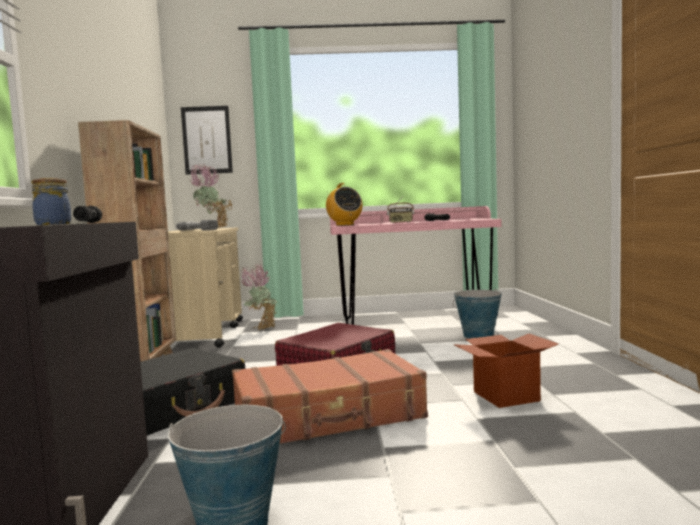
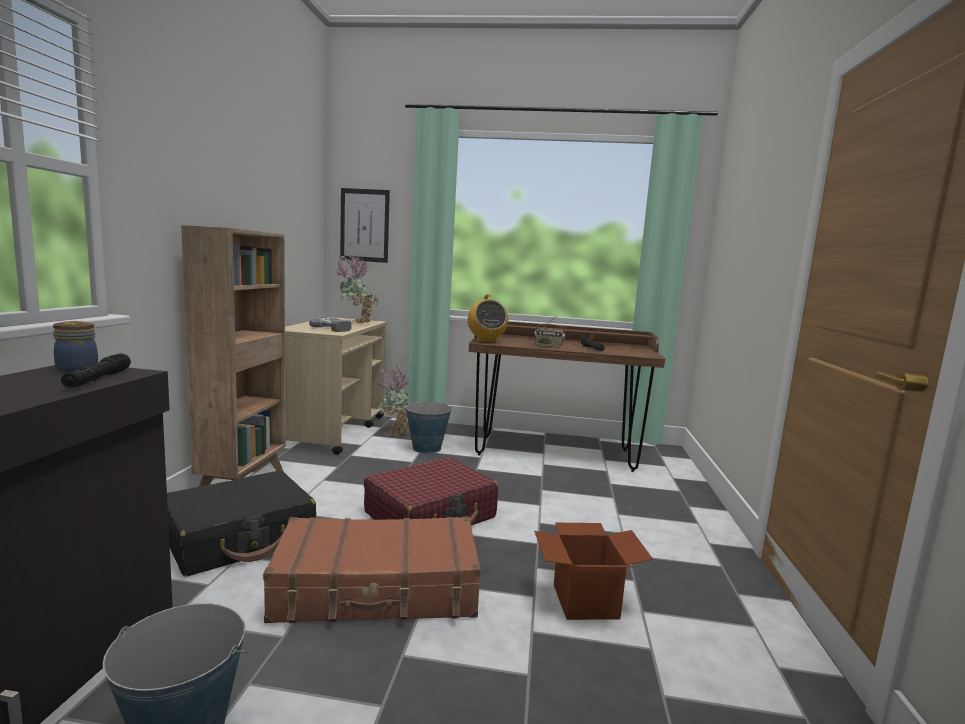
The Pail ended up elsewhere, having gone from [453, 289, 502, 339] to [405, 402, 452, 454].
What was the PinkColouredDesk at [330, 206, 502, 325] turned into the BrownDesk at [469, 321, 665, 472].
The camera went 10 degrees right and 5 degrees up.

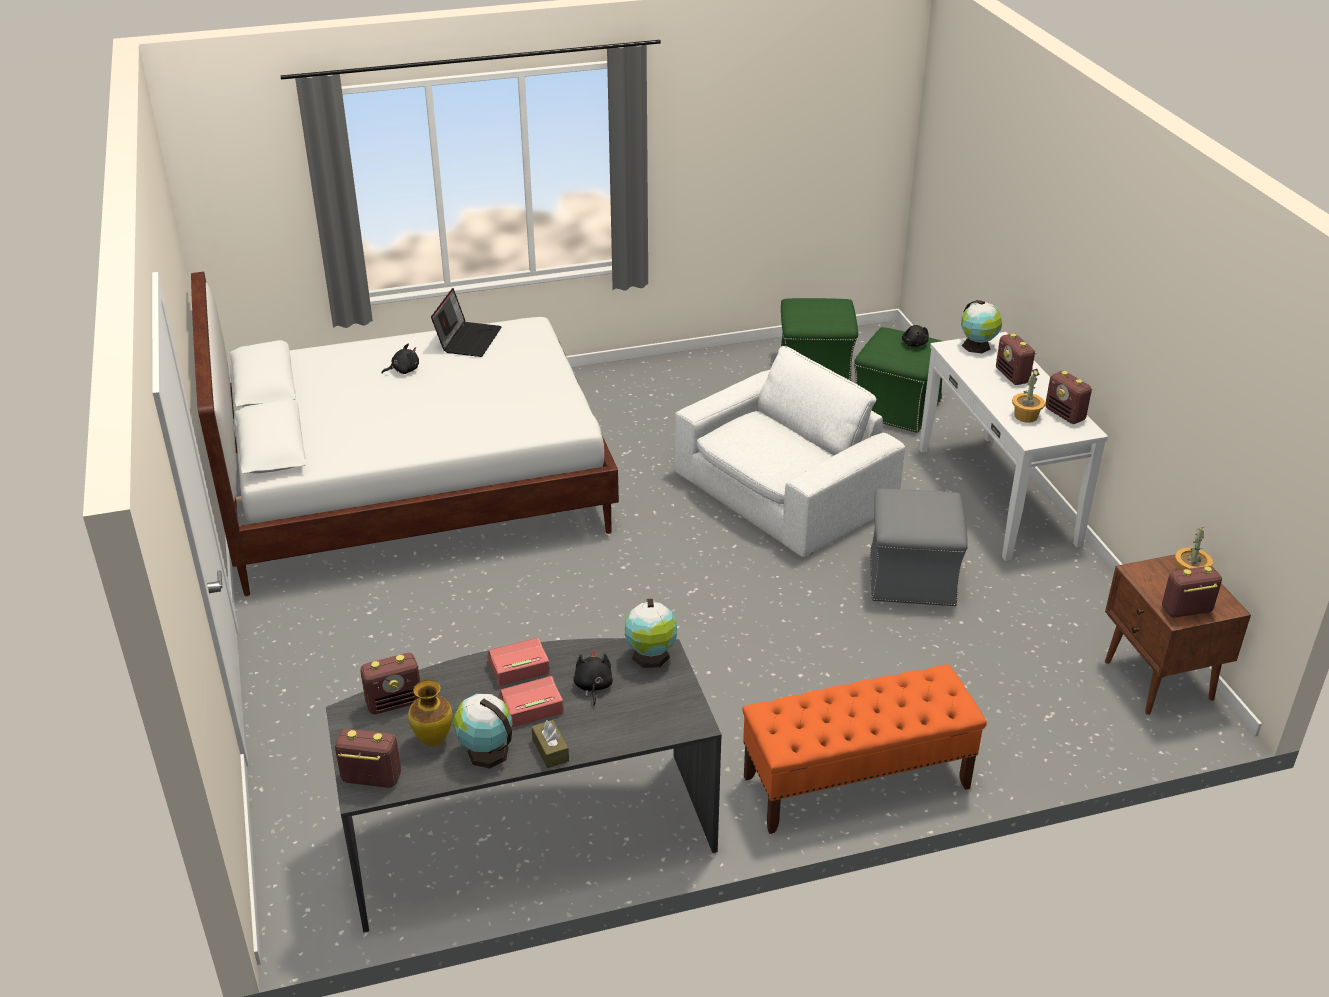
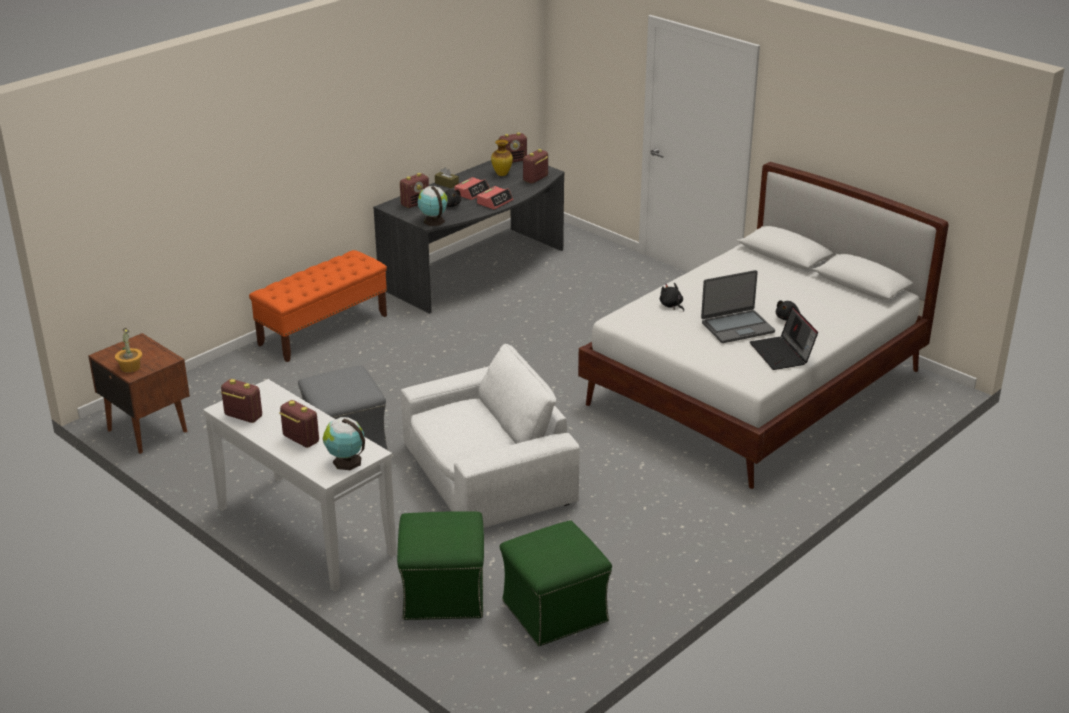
The RadioSet ended up elsewhere, having gone from [1162, 566, 1222, 618] to [400, 173, 429, 208].
The WhitishLoungeChair at [675, 346, 905, 557] ended up facing another way, 135 degrees counterclockwise from before.
The BlackishCuddlyToy ended up elsewhere, having gone from [902, 325, 929, 347] to [660, 283, 684, 312].
The second view gained the Laptop at [701, 270, 775, 343].
The second view lost the WorldGlobe at [453, 694, 513, 768].
The second view lost the PlantInAPot at [1012, 369, 1045, 423].
The camera went 150 degrees right and 5 degrees down.

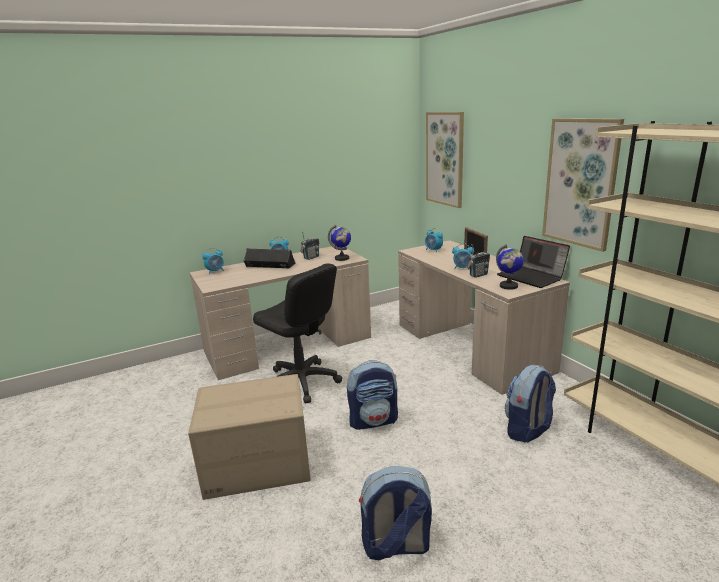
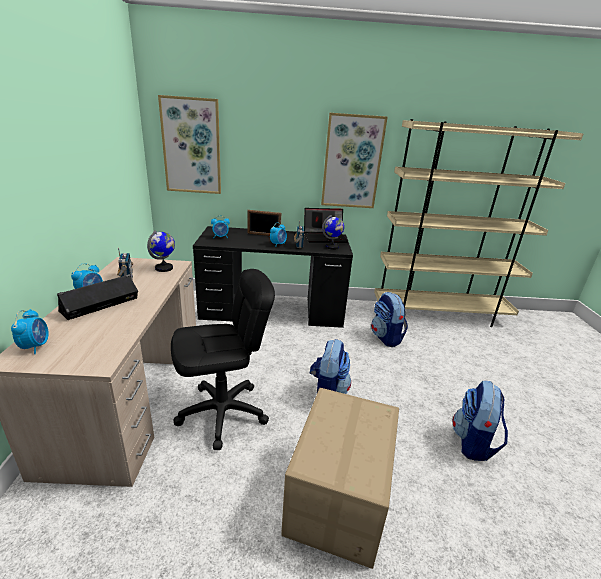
What was the BeigeDesk at [398, 240, 570, 395] turned into the BlackishDesk at [193, 226, 353, 328].
The camera went 65 degrees left and 5 degrees up.

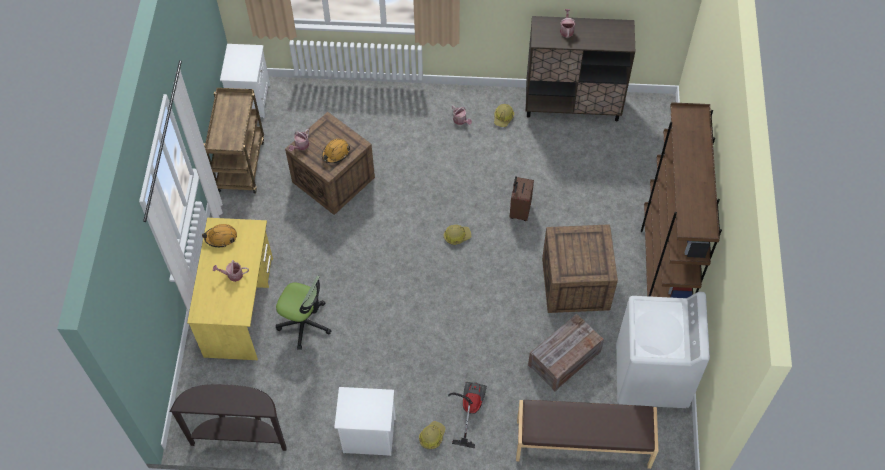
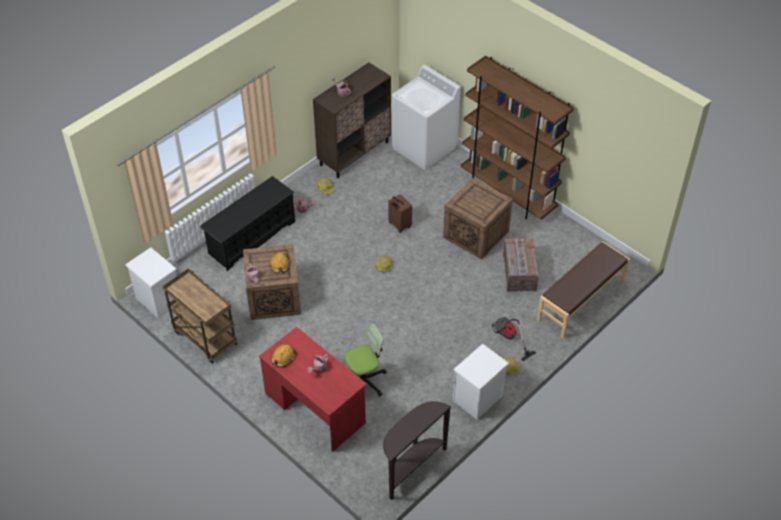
The second view gained the BlackishShoeRack at [200, 176, 295, 271].
What was the YellowishDesk at [187, 218, 273, 360] turned into the RedDesk at [259, 327, 367, 452].
The WhitishLaundryMachine ended up elsewhere, having gone from [616, 292, 710, 408] to [392, 64, 461, 170].
The camera went 50 degrees left and 10 degrees down.

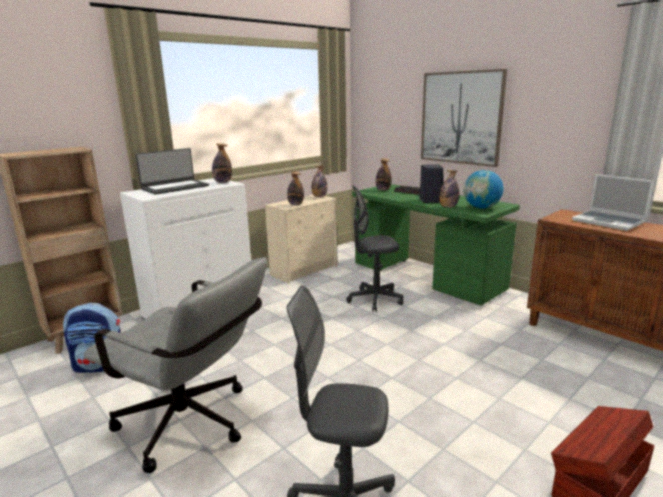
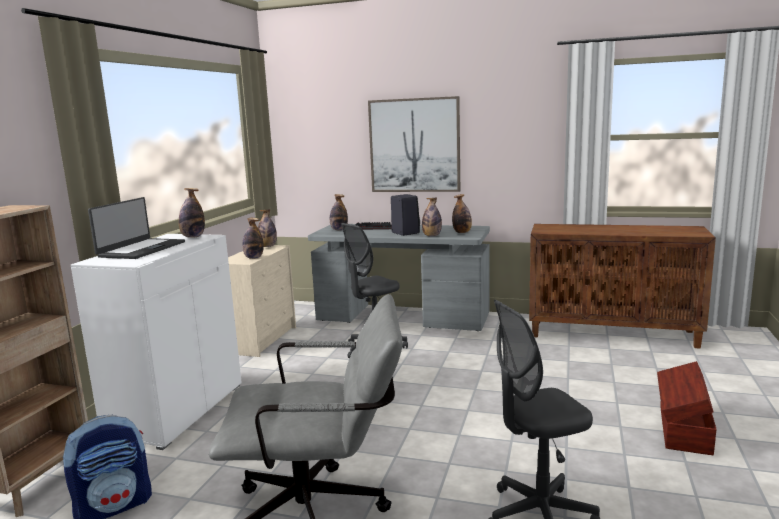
What was the GreenishDesk at [352, 184, 520, 305] turned into the GreyishDesk at [308, 224, 490, 331].
Where the WorldGlobe stood at [463, 170, 504, 208], the BeverageBottle came to stand at [452, 194, 472, 233].
The second view lost the Laptop at [572, 174, 654, 231].
The camera went 30 degrees left and 5 degrees down.

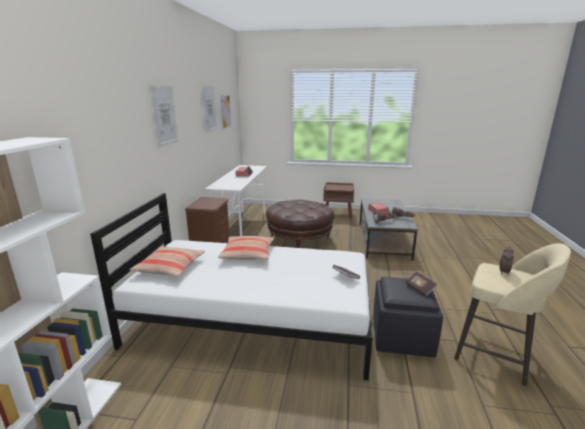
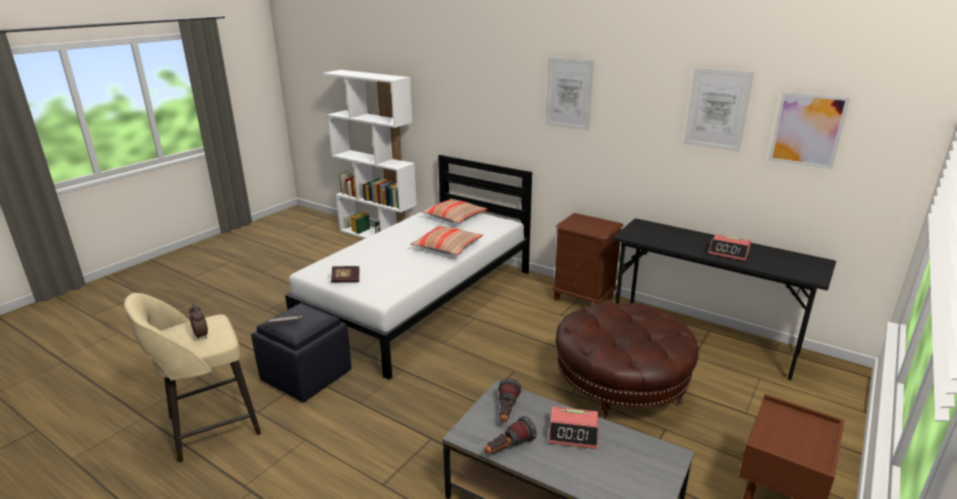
What was the WhitishDesk at [205, 165, 267, 236] turned into the BlackishDesk at [613, 218, 836, 380].
The camera went 115 degrees right and 5 degrees up.

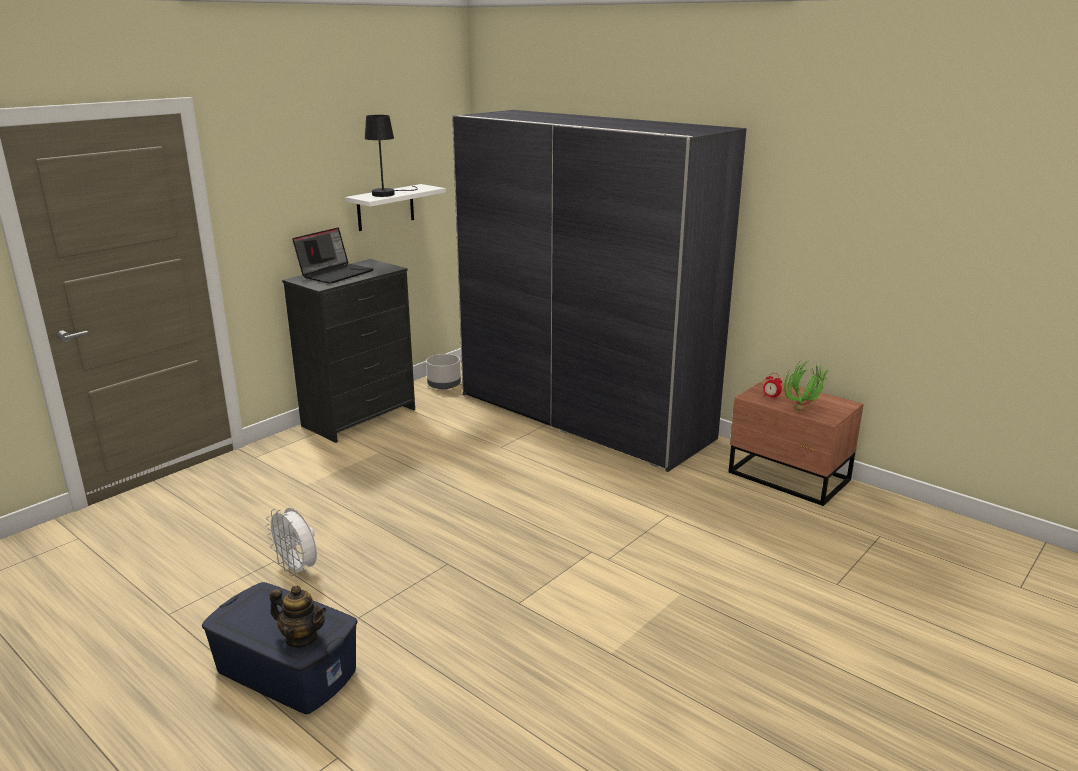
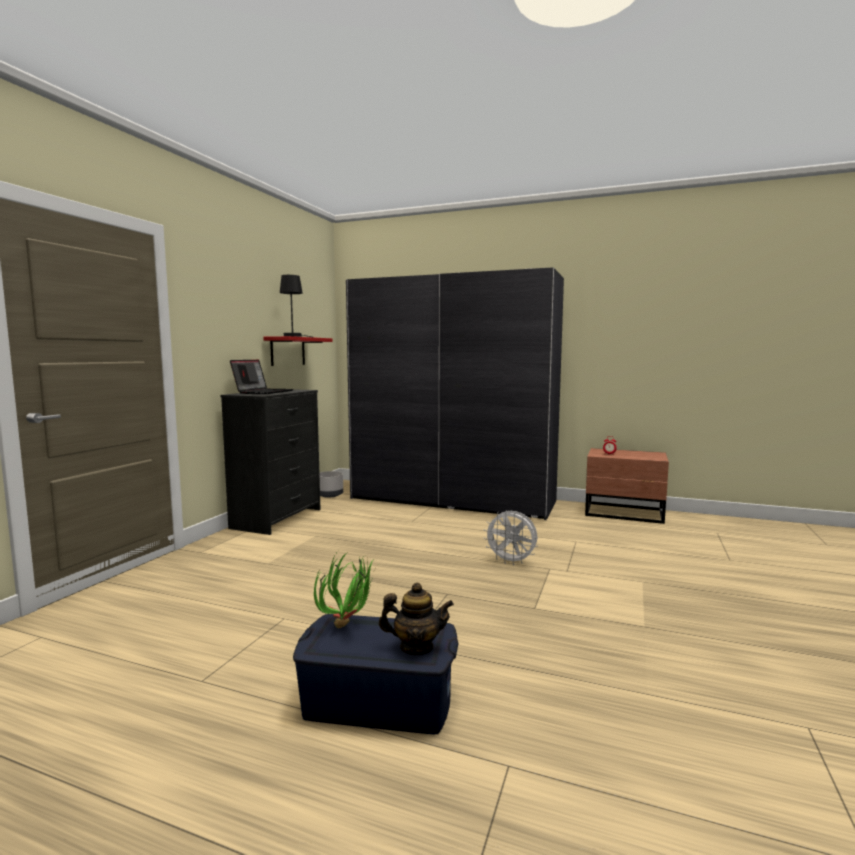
What was the WhitishShelf at [345, 184, 446, 231] turned into the RedShelf at [263, 336, 332, 366].
The PlantInAPot ended up elsewhere, having gone from [784, 357, 833, 411] to [314, 549, 373, 628].
The WhitishFan ended up elsewhere, having gone from [265, 508, 317, 578] to [483, 510, 538, 565].
The camera went 20 degrees left and 15 degrees down.

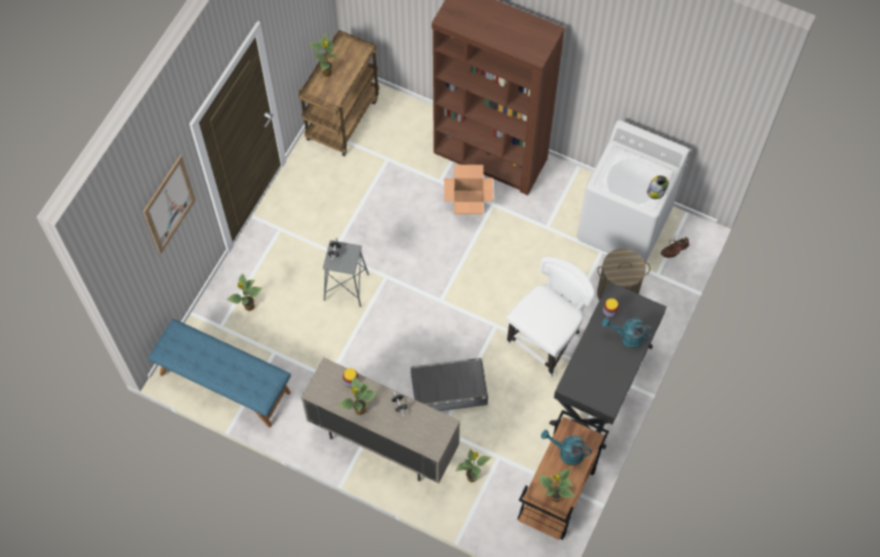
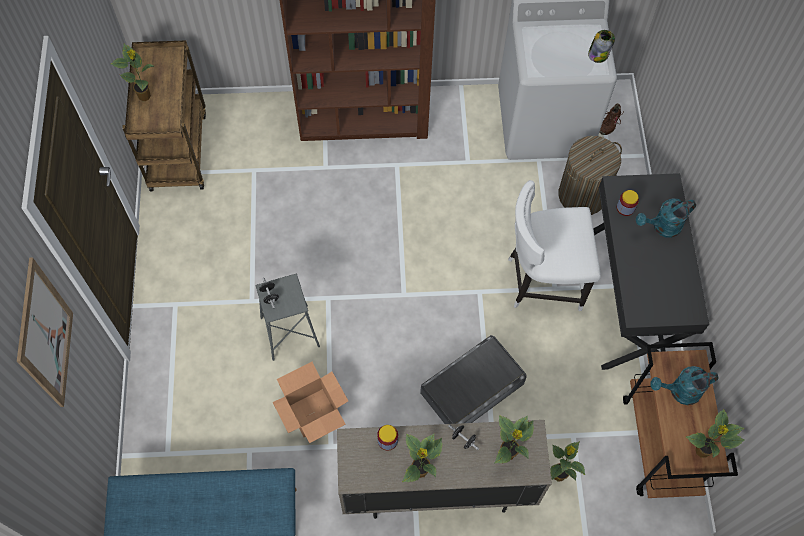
The PackingBox ended up elsewhere, having gone from [444, 165, 493, 214] to [272, 362, 348, 443].
The PlantInAPot ended up elsewhere, having gone from [226, 273, 262, 311] to [494, 415, 534, 464].
The WhitishPlainChair at [506, 257, 594, 377] ended up facing another way, 105 degrees counterclockwise from before.
The camera went 30 degrees left and 0 degrees up.

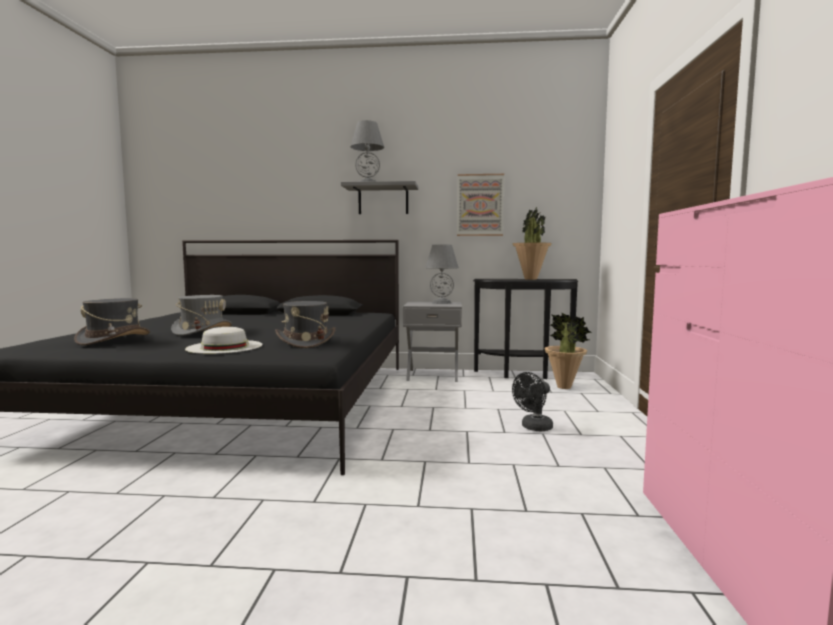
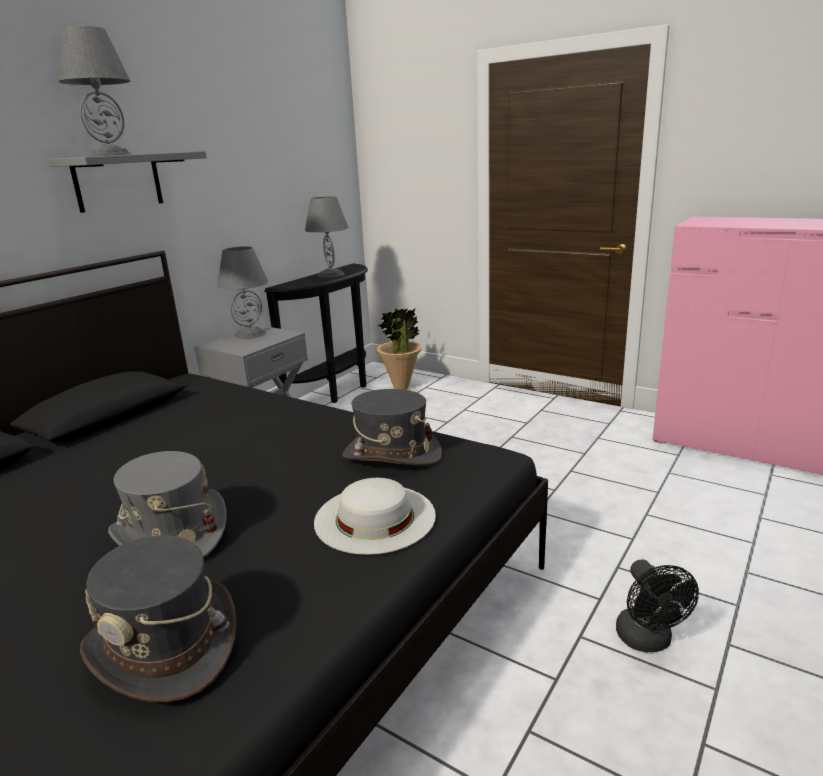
Where the PlantInAPot stood at [513, 207, 552, 280], the GreyishLampForATable came to stand at [305, 196, 349, 278].
The BlackishFan ended up elsewhere, having gone from [512, 372, 553, 431] to [616, 559, 699, 652].
The second view lost the WallPicture at [457, 174, 504, 236].
The camera went 60 degrees left and 15 degrees up.

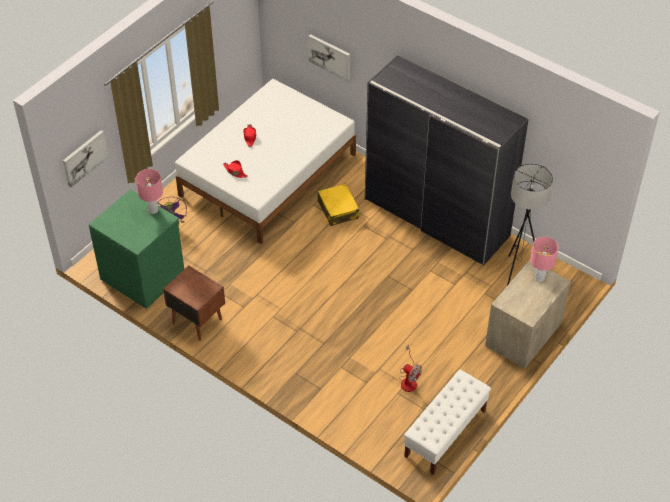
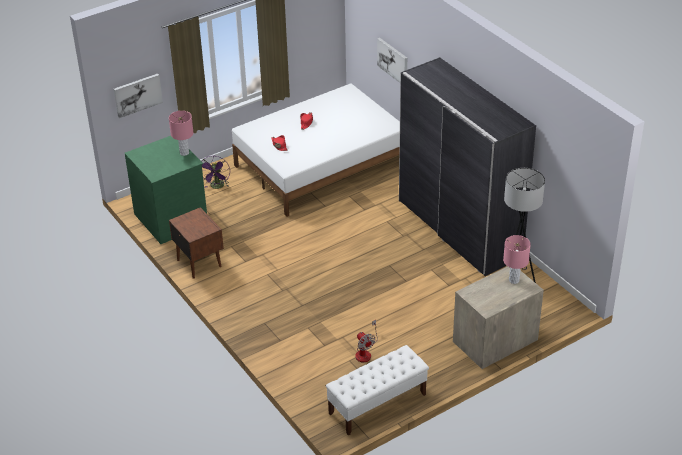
The second view lost the YellowishSuitcase at [318, 183, 359, 226].
The camera went 20 degrees right and 10 degrees down.

